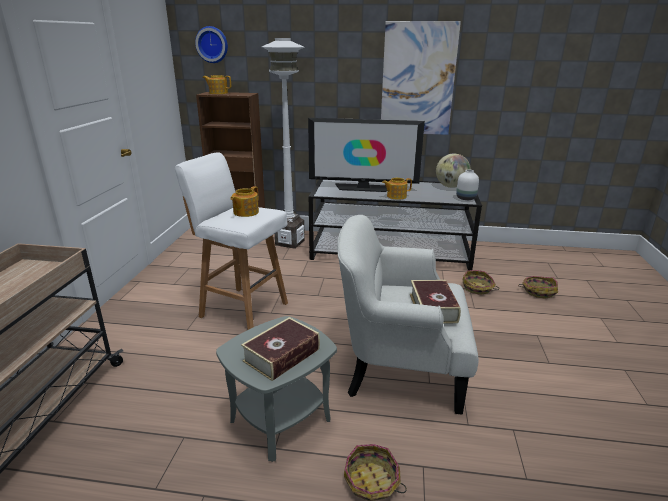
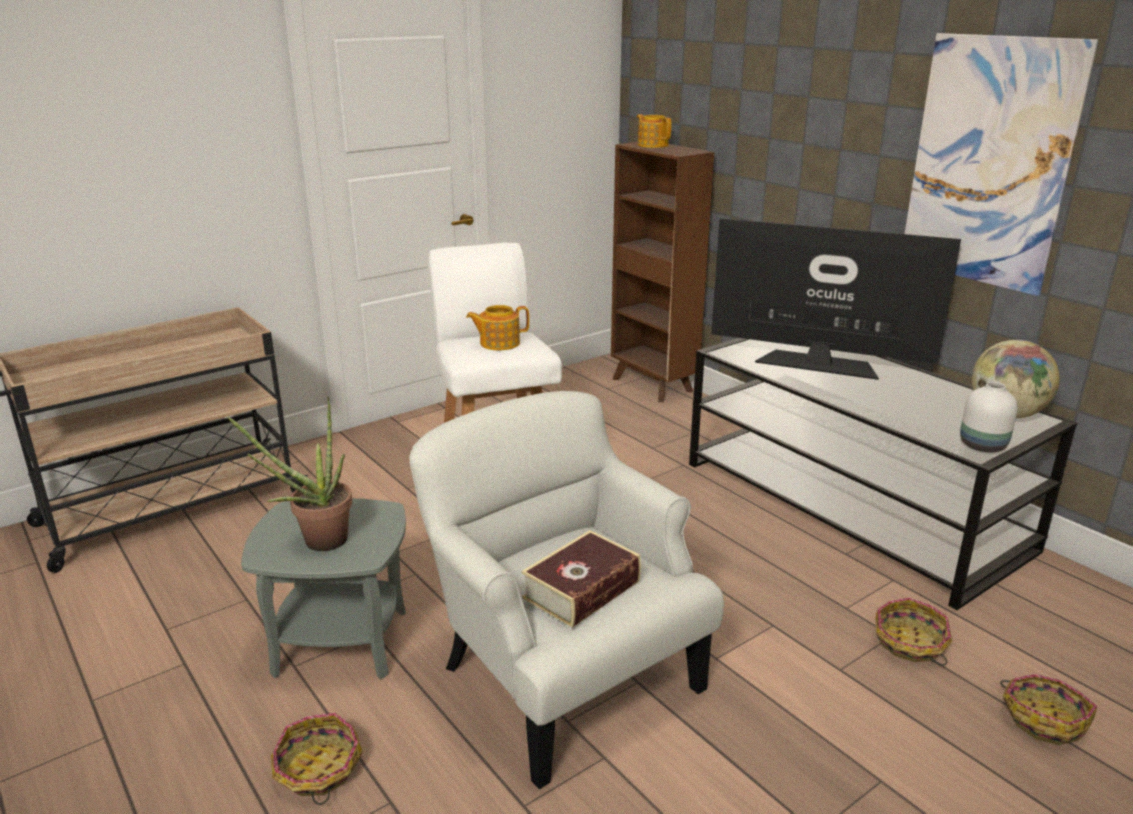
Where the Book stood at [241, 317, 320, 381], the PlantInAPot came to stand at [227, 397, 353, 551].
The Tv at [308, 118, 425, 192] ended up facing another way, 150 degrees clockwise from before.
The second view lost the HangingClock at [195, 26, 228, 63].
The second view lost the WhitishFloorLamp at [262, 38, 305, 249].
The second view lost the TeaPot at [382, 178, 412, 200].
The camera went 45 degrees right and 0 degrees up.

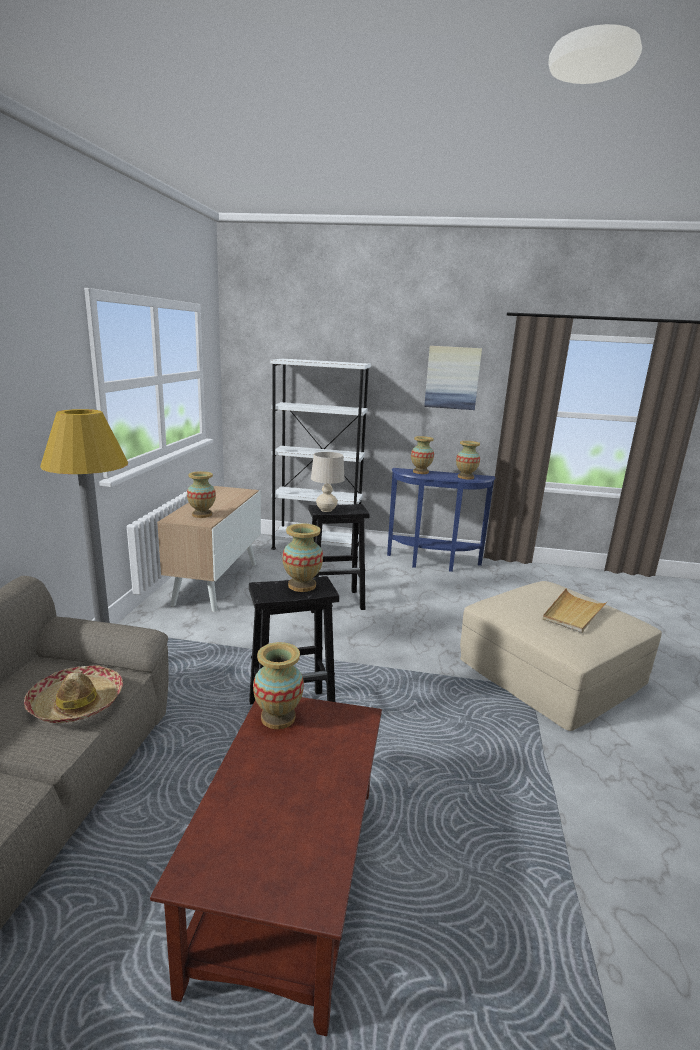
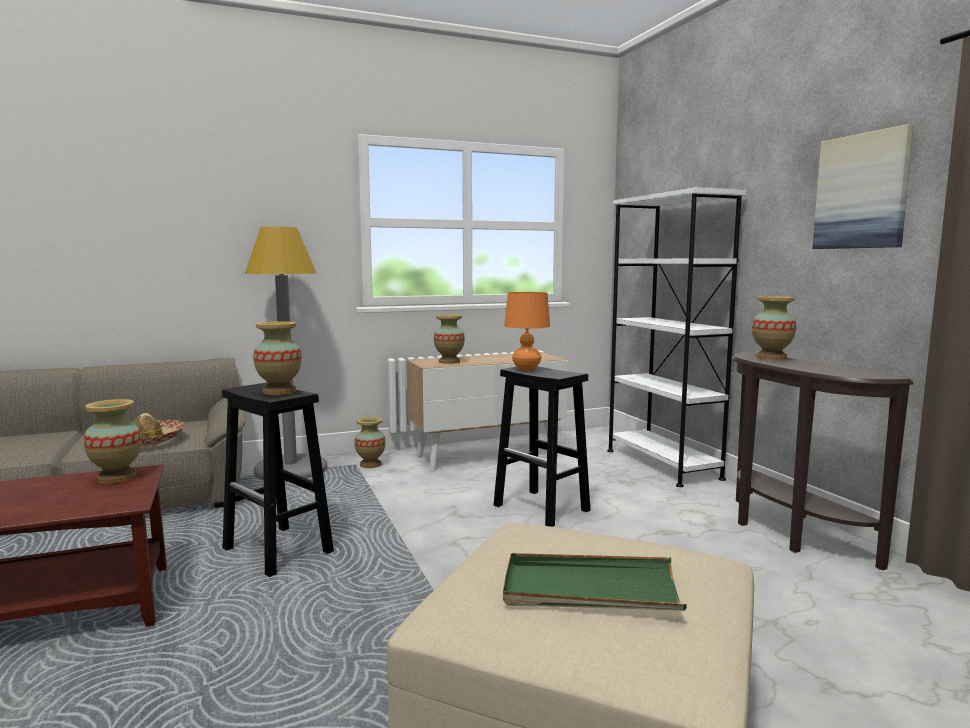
The Vase ended up elsewhere, having gone from [456, 441, 480, 480] to [354, 417, 386, 468].
What was the BeigeCarryingTray at [543, 588, 608, 633] turned into the GreenishCarryingTray at [503, 553, 687, 610].
What was the BeigeLampForATable at [311, 452, 345, 512] turned into the OrangeLampForATable at [504, 292, 550, 371].
What was the BlueColouredHallTable at [387, 468, 496, 572] turned into the BrownHallTable at [732, 351, 914, 570].
The camera went 60 degrees right and 10 degrees down.

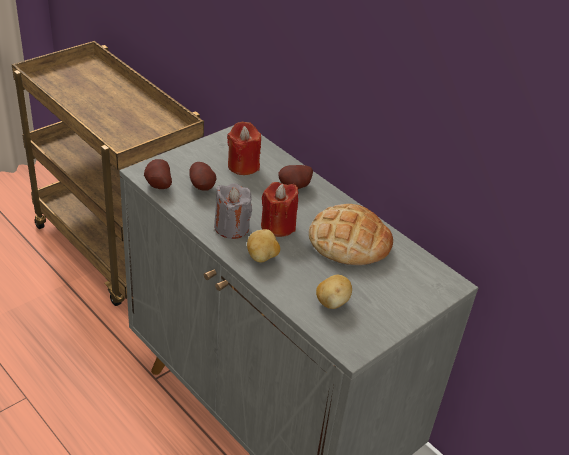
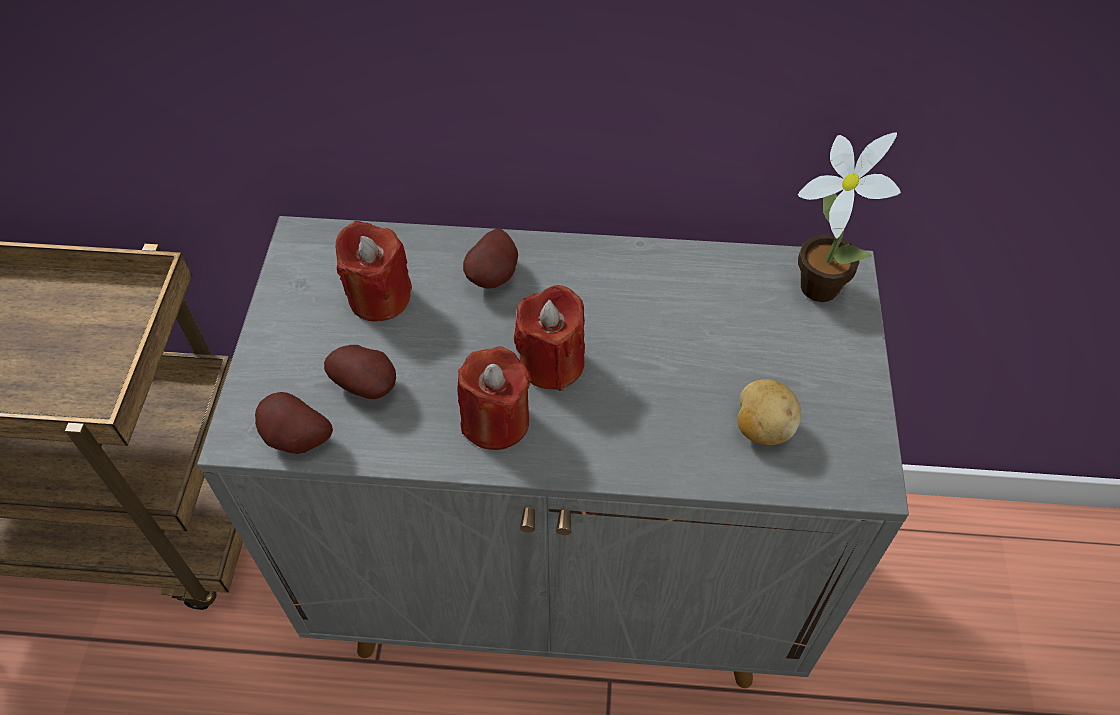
What was the GreyishCandle at [214, 183, 252, 239] turned into the RedCandle at [458, 346, 532, 450].
The second view gained the PlantInAPot at [798, 132, 901, 302].
The second view lost the WholePotato at [247, 229, 280, 262].
The second view lost the BakeryBread at [309, 204, 393, 265].
The camera went 40 degrees left and 15 degrees up.

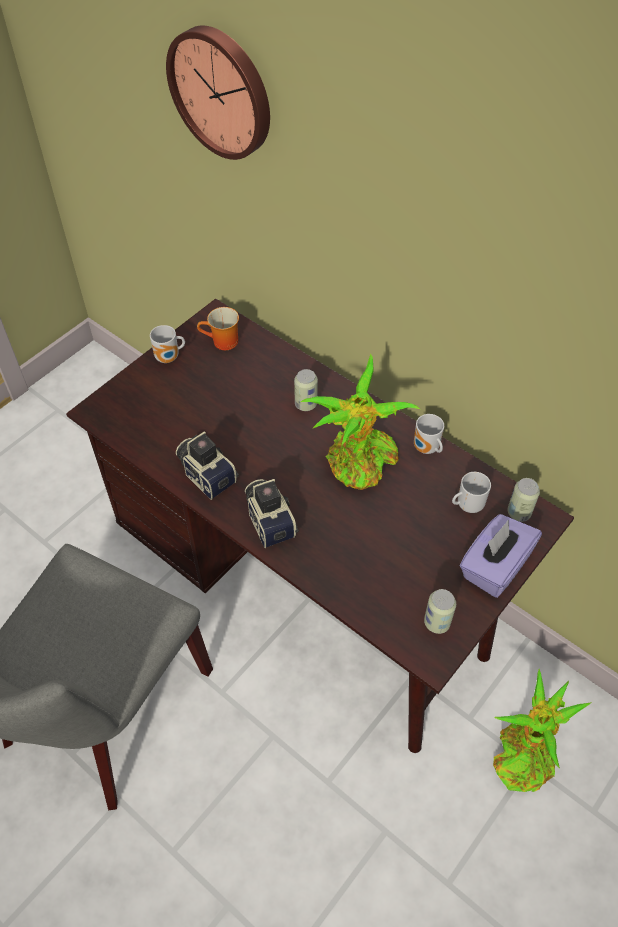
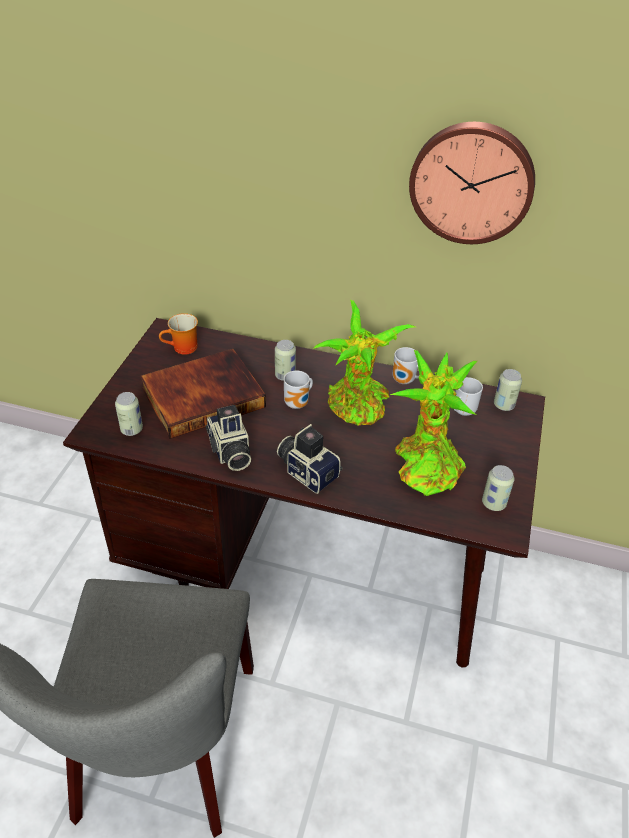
The second view gained the Can at [115, 392, 143, 436].
The second view gained the Book at [140, 349, 266, 439].
The StillCamera at [176, 431, 239, 500] ended up facing another way, 135 degrees counterclockwise from before.
The CoffeeMug ended up elsewhere, having gone from [150, 325, 185, 363] to [284, 370, 313, 409].
The PlantInAPot ended up elsewhere, having gone from [493, 669, 592, 792] to [390, 350, 477, 496].
The HangingClock ended up elsewhere, having gone from [166, 25, 270, 160] to [409, 122, 535, 244].
The second view lost the PurpleColouredTissueHolder at [460, 514, 542, 598].
The camera went 25 degrees left and 10 degrees down.

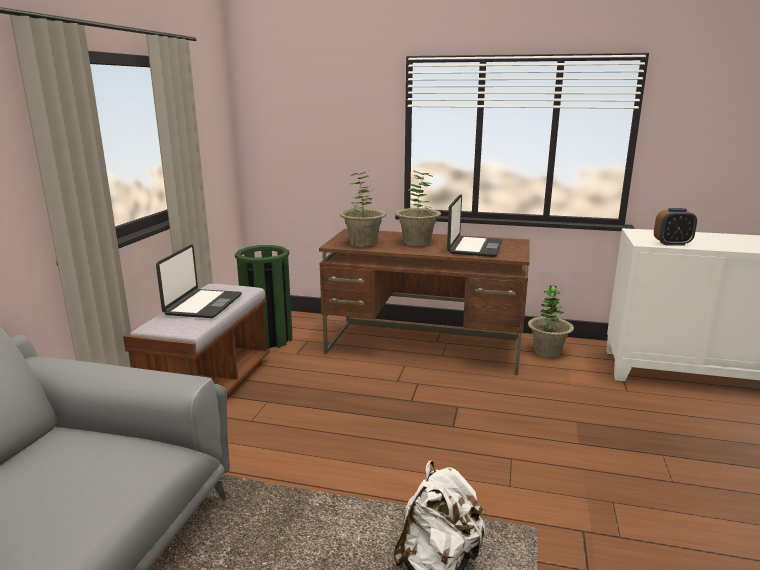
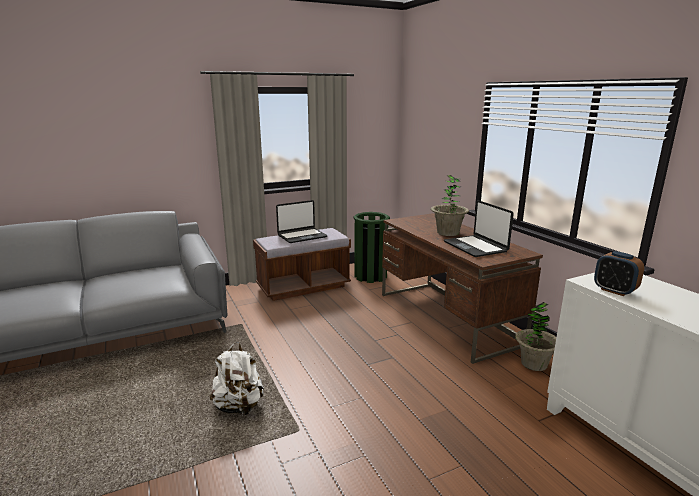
The Laptop at [447, 194, 503, 257] ended up facing another way, 90 degrees clockwise from before.
The second view lost the PlantInAPot at [340, 172, 386, 247].
The camera went 50 degrees right and 0 degrees up.

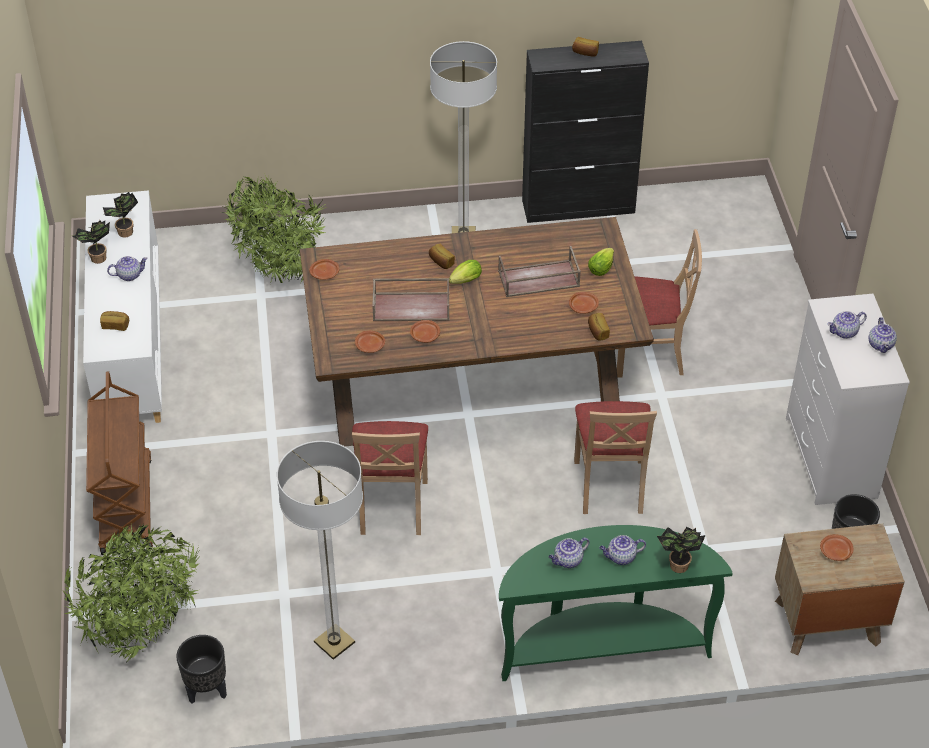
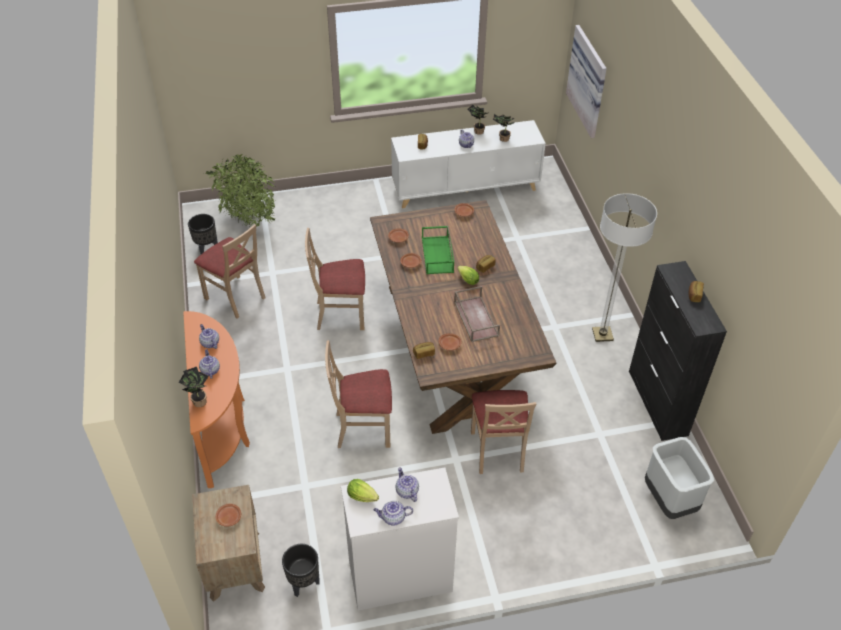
What was the GreenishHallTable at [499, 525, 733, 681] turned into the OrangeHallTable at [183, 311, 250, 488].
Where the FloorLamp stood at [277, 441, 363, 660], the BeigePlainChair came to stand at [194, 224, 266, 319].
The HeadOfLettuce ended up elsewhere, having gone from [588, 248, 614, 276] to [347, 479, 379, 502].
What was the BrownCarryingTray at [372, 278, 450, 321] turned into the GreenishCarryingTray at [422, 226, 454, 274].
The second view gained the WallPicture at [566, 25, 607, 138].
The second view gained the GreyishRubbishBin at [645, 437, 714, 519].
The second view lost the BrownCart at [86, 371, 153, 555].
The second view lost the PlantInAPot at [224, 175, 327, 284].
The camera went 85 degrees right and 0 degrees up.

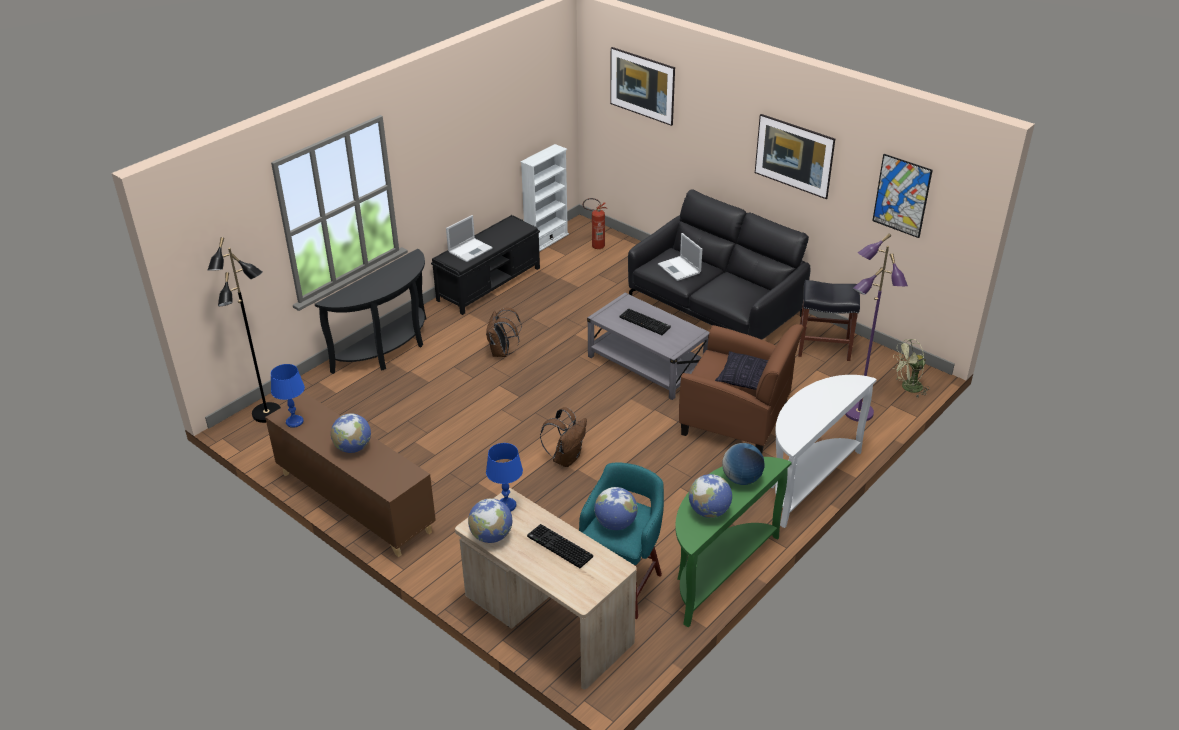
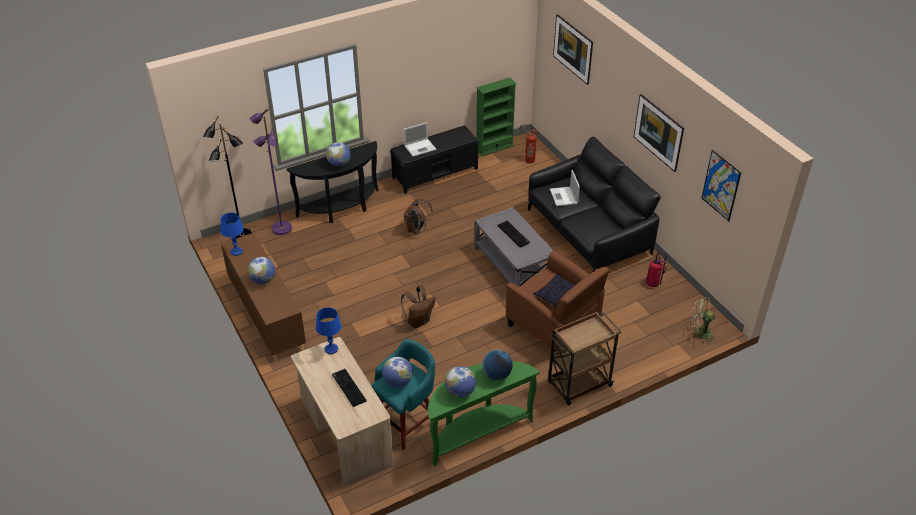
The PurpleColouredFloorLamp ended up elsewhere, having gone from [845, 234, 908, 422] to [250, 108, 292, 235].
The WorldGlobe ended up elsewhere, having gone from [468, 498, 512, 543] to [326, 142, 350, 167].
What was the WhitishBookshelf at [520, 144, 569, 252] turned into the GreenishBookshelf at [476, 77, 517, 156].
Where the WhitishHallTable stood at [771, 375, 877, 528], the BrownCart came to stand at [548, 311, 621, 405].
Where the BlackishStoolSeat stood at [798, 280, 860, 361], the FireFightingCylinder came to stand at [646, 252, 667, 287].
The camera went 20 degrees right and 5 degrees up.

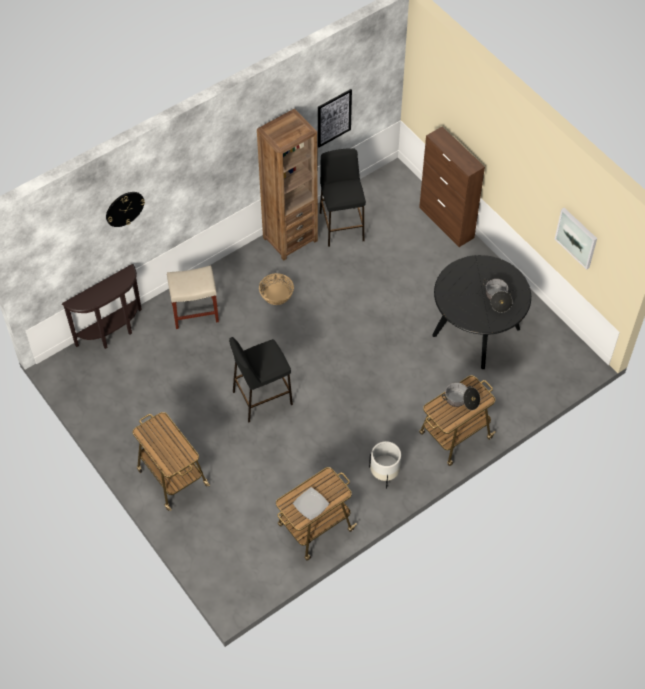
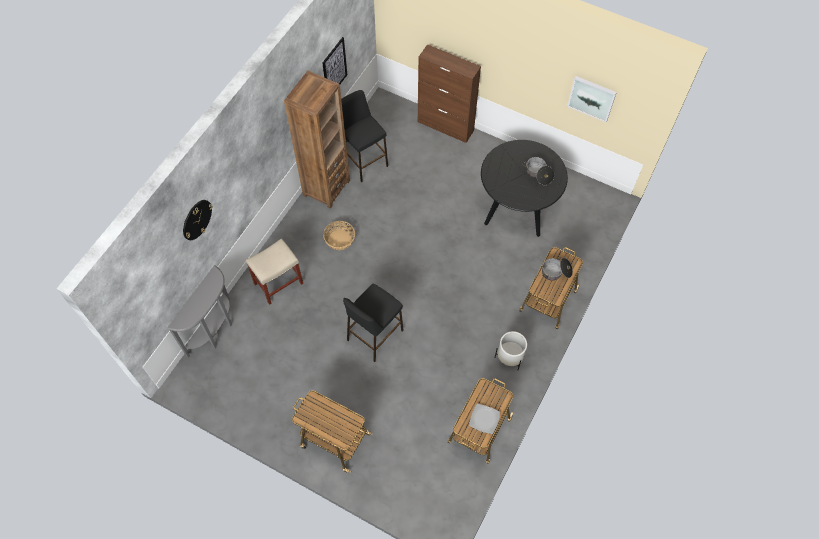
What was the BrownHallTable at [62, 264, 142, 349] turned into the GreyishHallTable at [167, 265, 232, 358].
The camera went 25 degrees left and 5 degrees up.

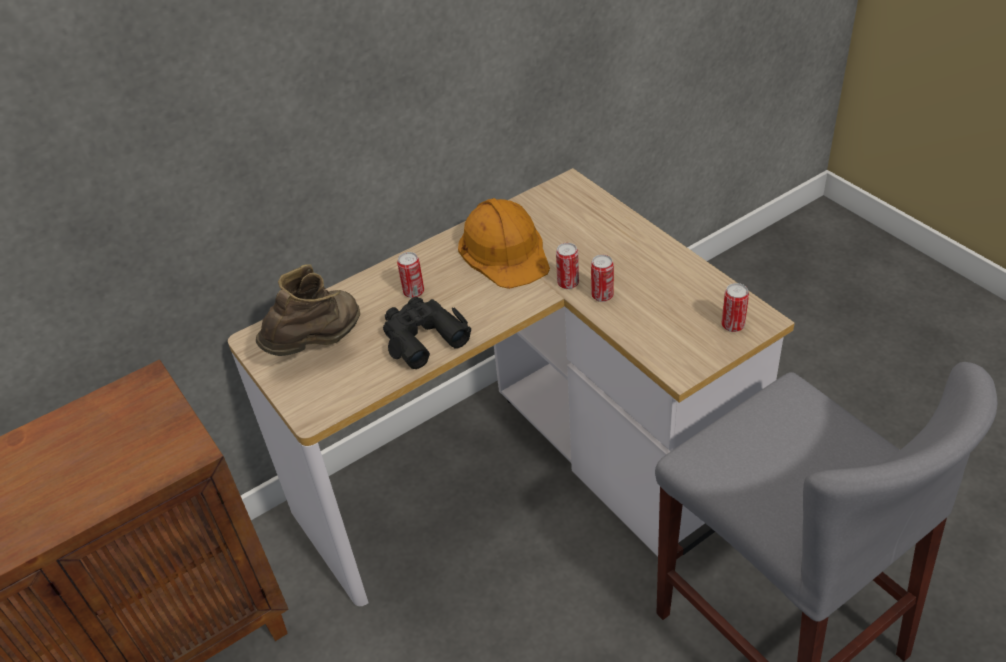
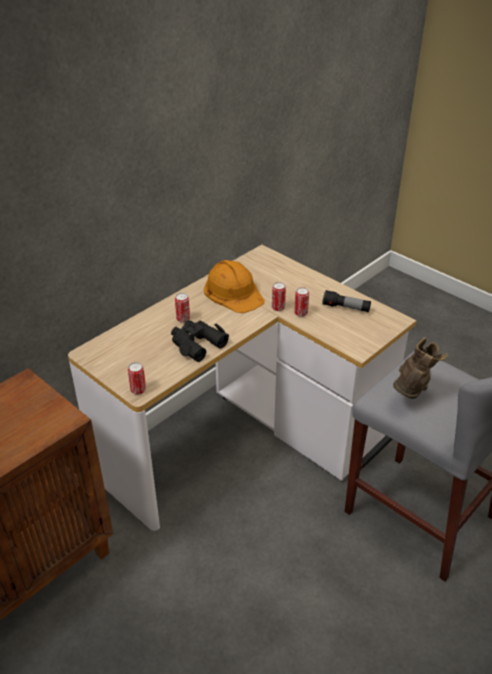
The Can ended up elsewhere, having gone from [722, 283, 749, 332] to [128, 362, 146, 395].
The second view gained the Torch at [322, 290, 371, 312].
The BrownBoot ended up elsewhere, having gone from [256, 264, 360, 356] to [393, 337, 449, 399].
The camera went 15 degrees left and 5 degrees down.

